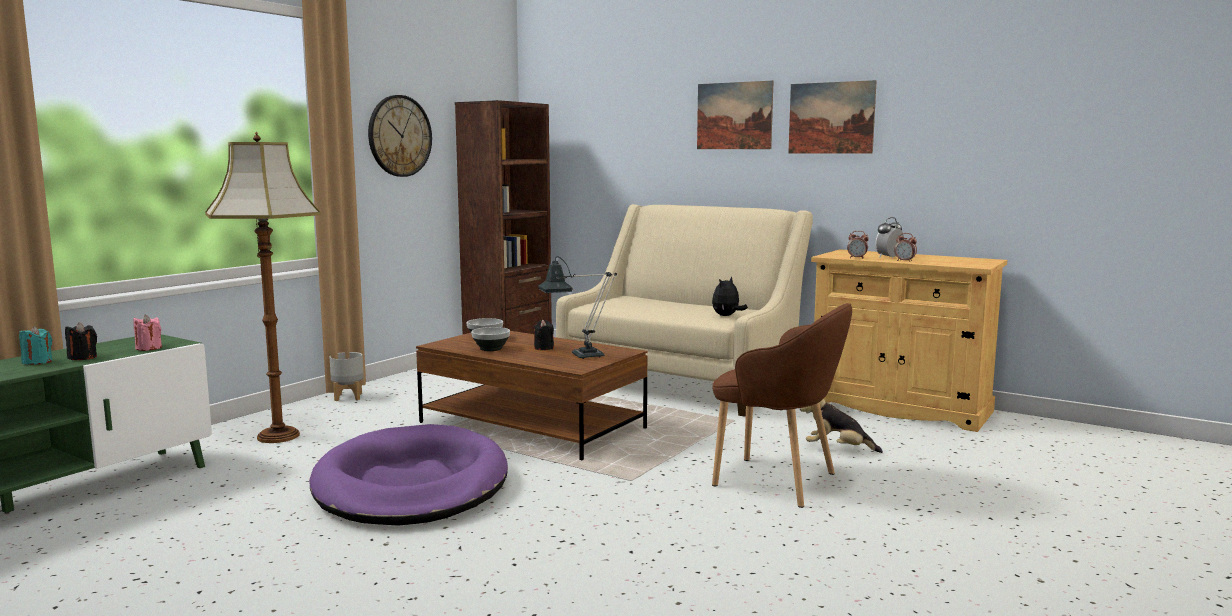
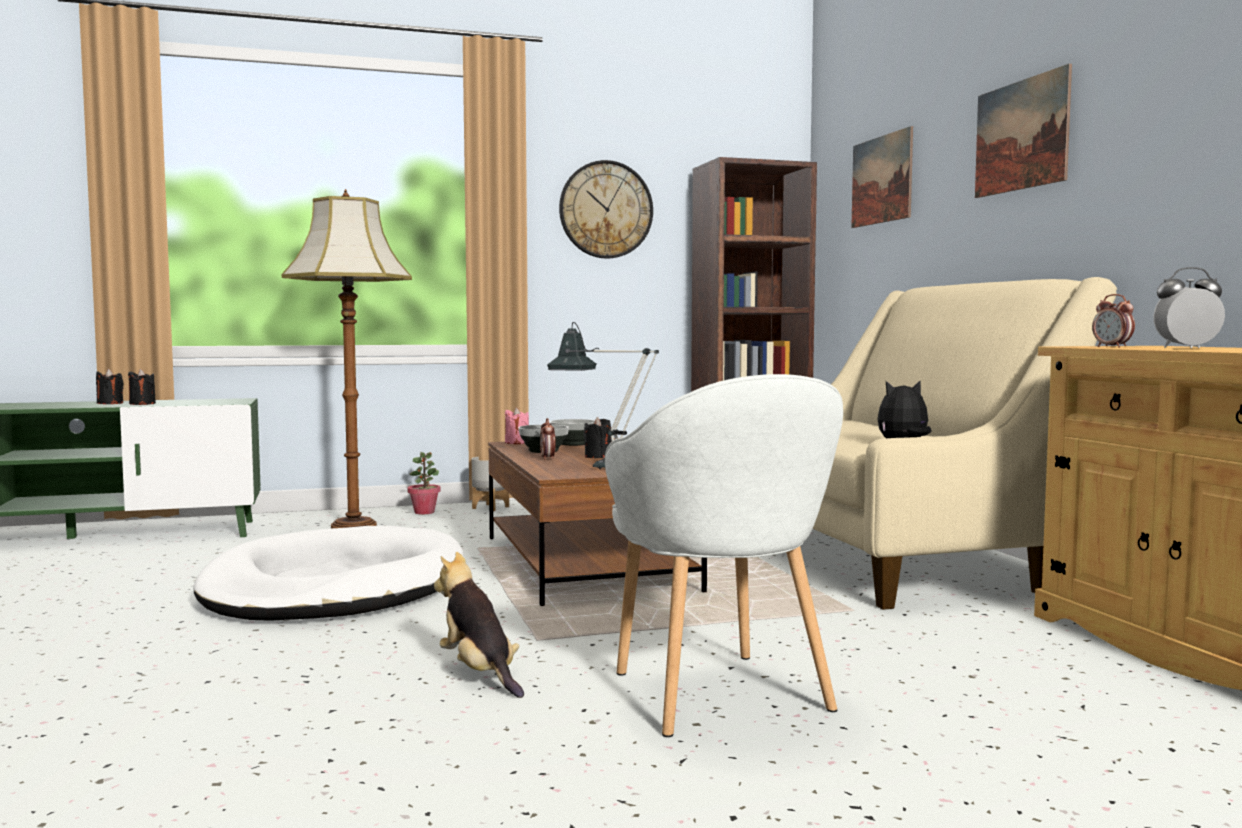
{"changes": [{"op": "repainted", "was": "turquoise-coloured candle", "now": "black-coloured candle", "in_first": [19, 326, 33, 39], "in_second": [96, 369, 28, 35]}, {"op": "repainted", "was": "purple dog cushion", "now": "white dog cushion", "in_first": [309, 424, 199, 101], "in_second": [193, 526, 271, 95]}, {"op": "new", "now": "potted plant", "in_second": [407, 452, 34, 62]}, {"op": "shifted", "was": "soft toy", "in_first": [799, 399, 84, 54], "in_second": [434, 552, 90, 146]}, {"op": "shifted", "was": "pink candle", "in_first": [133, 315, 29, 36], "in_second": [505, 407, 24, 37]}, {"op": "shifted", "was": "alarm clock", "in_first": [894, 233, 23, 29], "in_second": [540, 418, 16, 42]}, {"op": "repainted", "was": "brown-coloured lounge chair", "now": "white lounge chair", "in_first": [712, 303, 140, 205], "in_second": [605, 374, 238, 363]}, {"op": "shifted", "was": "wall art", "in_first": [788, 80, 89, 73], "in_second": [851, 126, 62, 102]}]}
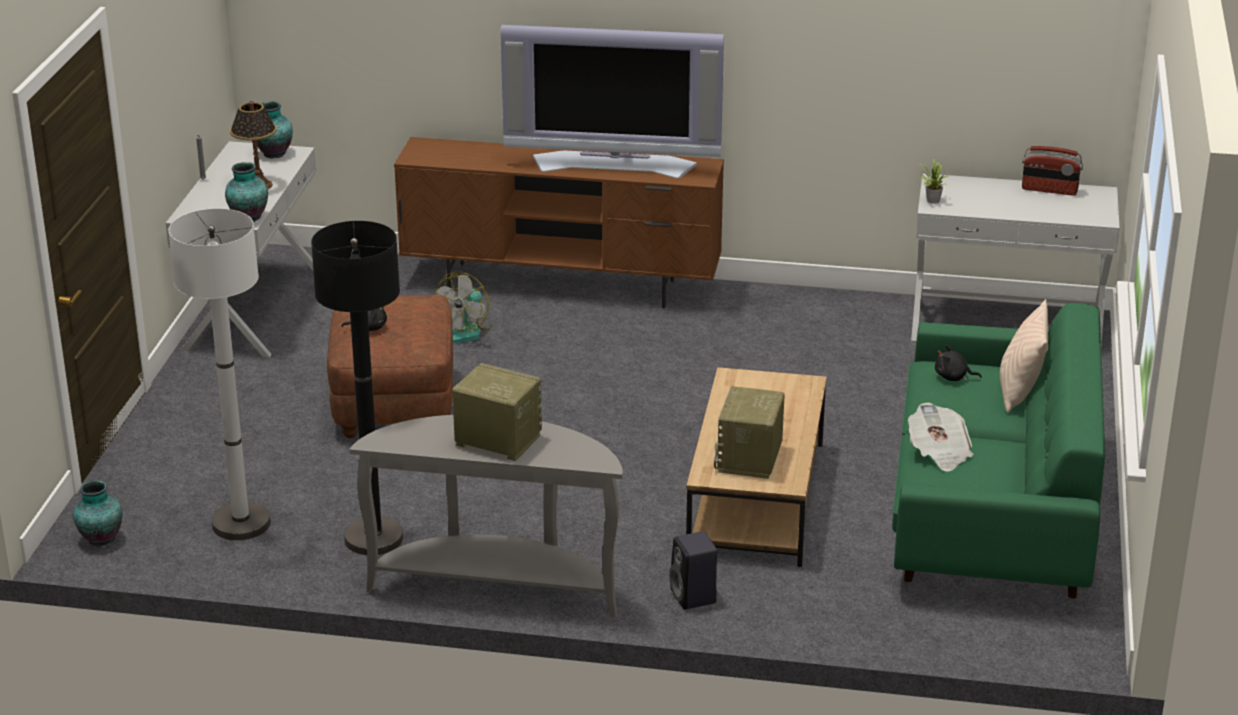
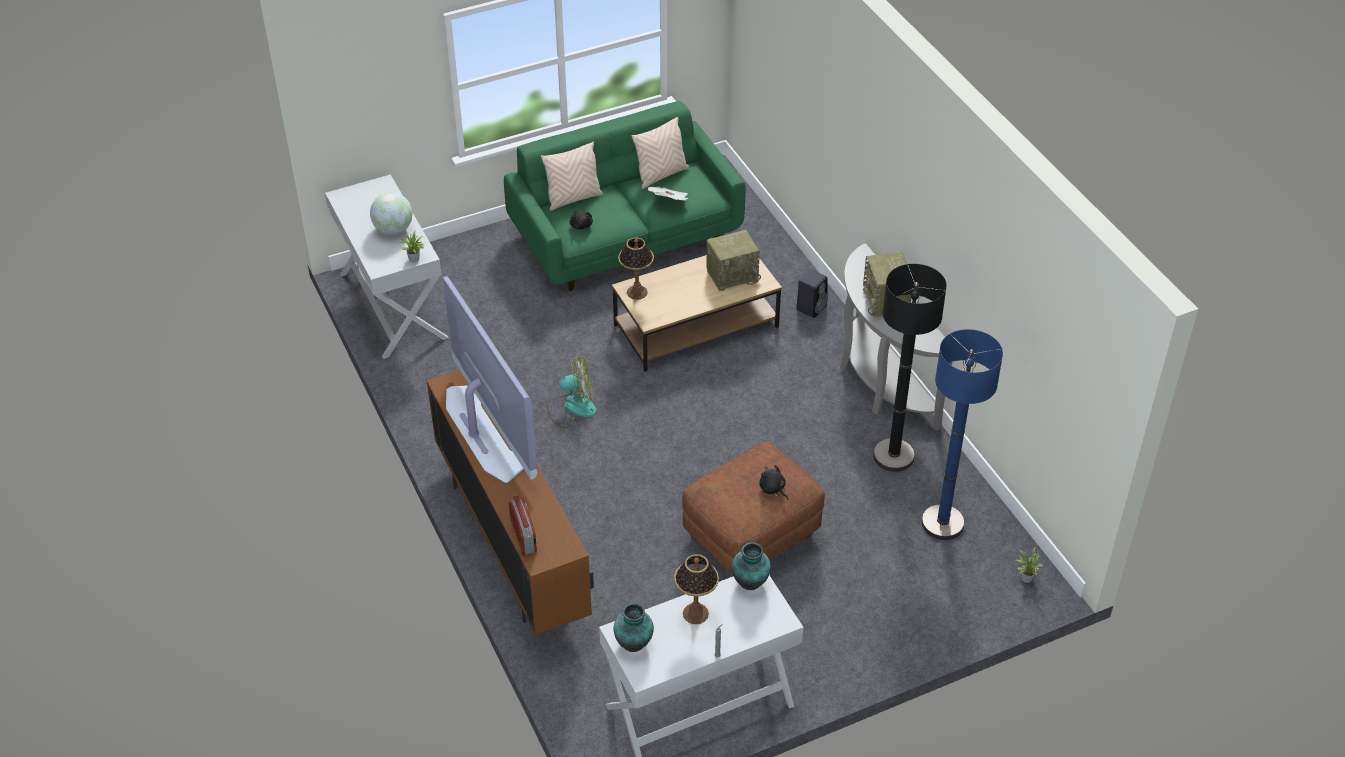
{"changes": [{"op": "new", "now": "desk globe", "in_second": [370, 192, 43, 43]}, {"op": "shifted", "was": "radio receiver", "in_first": [1022, 146, 61, 50], "in_second": [509, 495, 28, 60]}, {"op": "shifted", "was": "electric fan", "in_first": [435, 272, 57, 71], "in_second": [547, 356, 50, 72]}, {"op": "new", "now": "table lamp", "in_second": [618, 237, 36, 63]}, {"op": "new", "now": "sand-coloured throw pillow", "in_second": [632, 117, 57, 72]}, {"op": "repainted", "was": "white standing lamp", "now": "bluish standing lamp", "in_first": [168, 208, 103, 332], "in_second": [921, 329, 82, 211]}, {"op": "swapped", "was": "vase", "now": "potted plant", "in_first": [73, 480, 49, 67], "in_second": [1017, 547, 26, 36]}]}
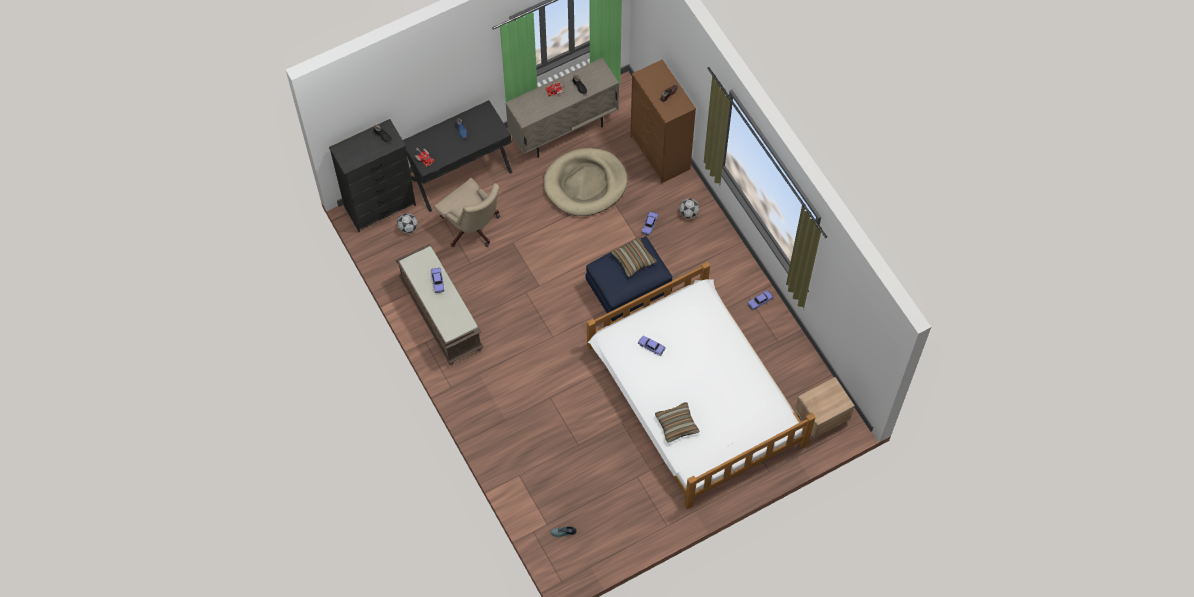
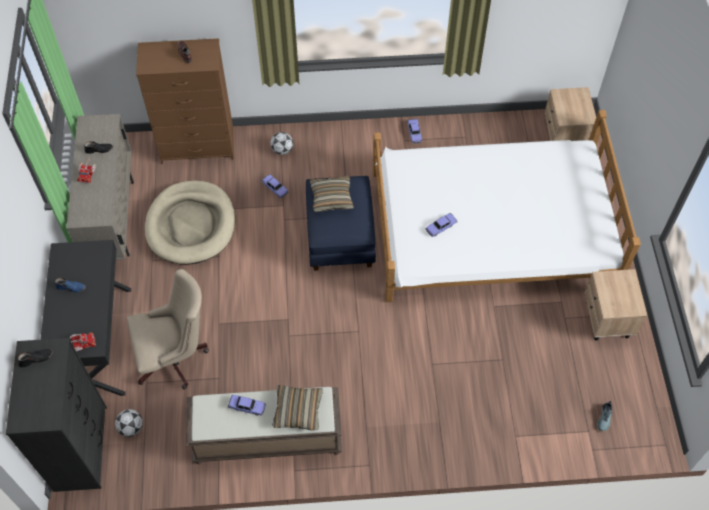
{"changes": [{"op": "shifted", "was": "throw pillow", "in_first": [655, 402, 45, 41], "in_second": [272, 385, 51, 45]}, {"op": "new", "now": "sand-coloured nightstand", "in_second": [584, 269, 63, 71]}]}
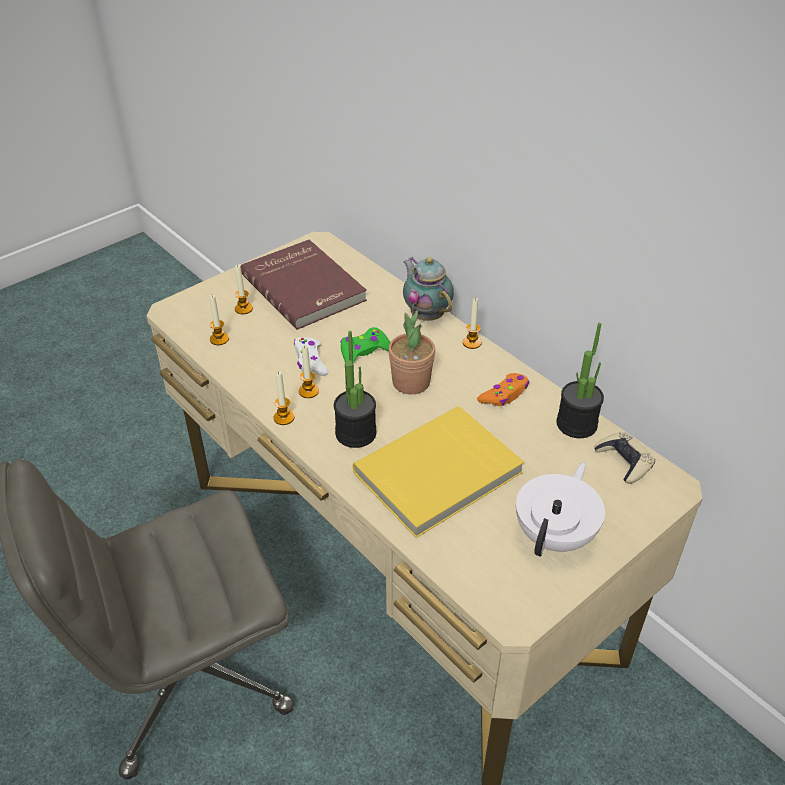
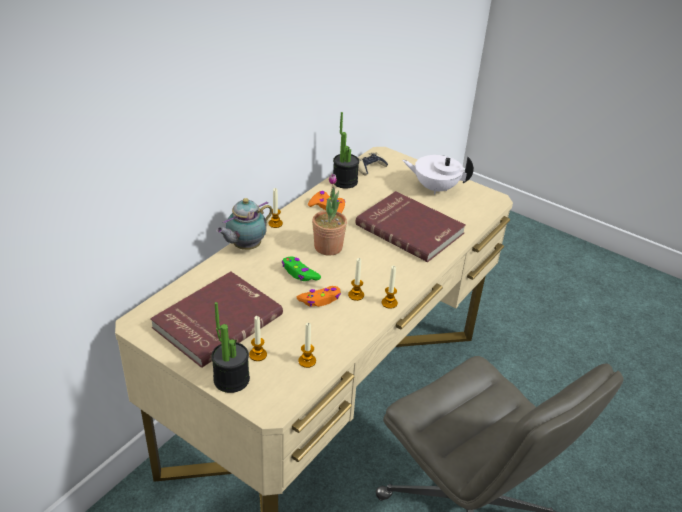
{"changes": [{"op": "shifted", "was": "potted plant", "in_first": [334, 331, 43, 117], "in_second": [211, 302, 39, 91]}, {"op": "repainted", "was": "white game controller", "now": "orange game controller", "in_first": [294, 337, 34, 39], "in_second": [297, 286, 44, 21]}, {"op": "repainted", "was": "yellow book", "now": "red book", "in_first": [353, 406, 171, 132], "in_second": [355, 191, 111, 71]}]}
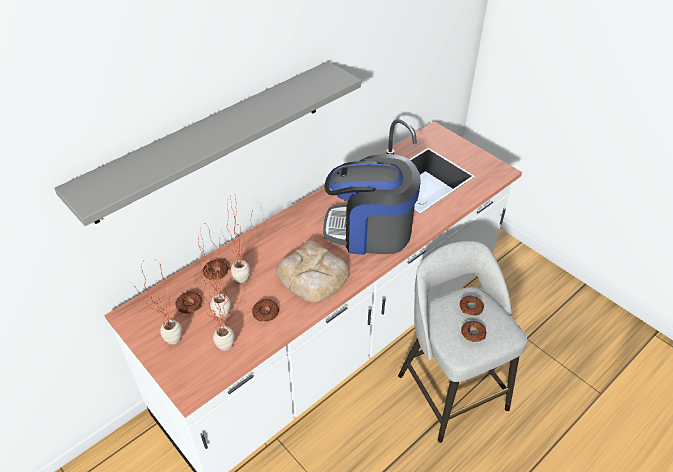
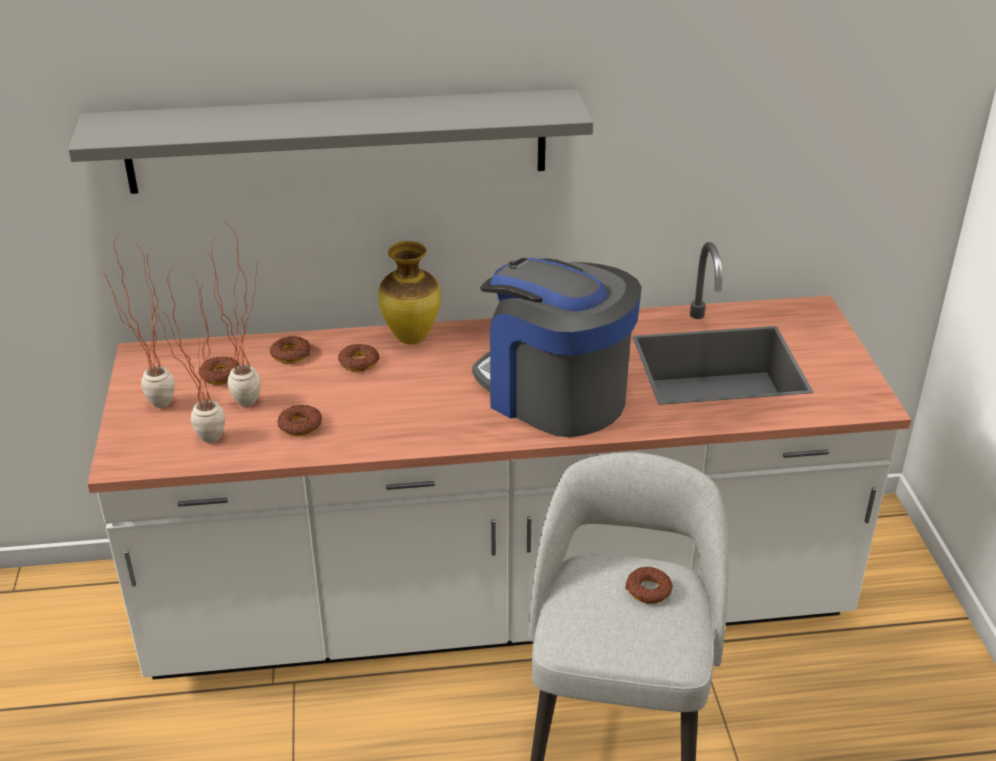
{"changes": [{"op": "shifted", "was": "doughnut", "in_first": [461, 321, 25, 21], "in_second": [338, 344, 42, 28]}, {"op": "new", "now": "vase", "in_second": [378, 241, 63, 103]}, {"op": "gone", "was": "potted plant", "in_first": [221, 193, 31, 90]}, {"op": "gone", "was": "bakery bread", "in_first": [276, 240, 74, 63]}]}
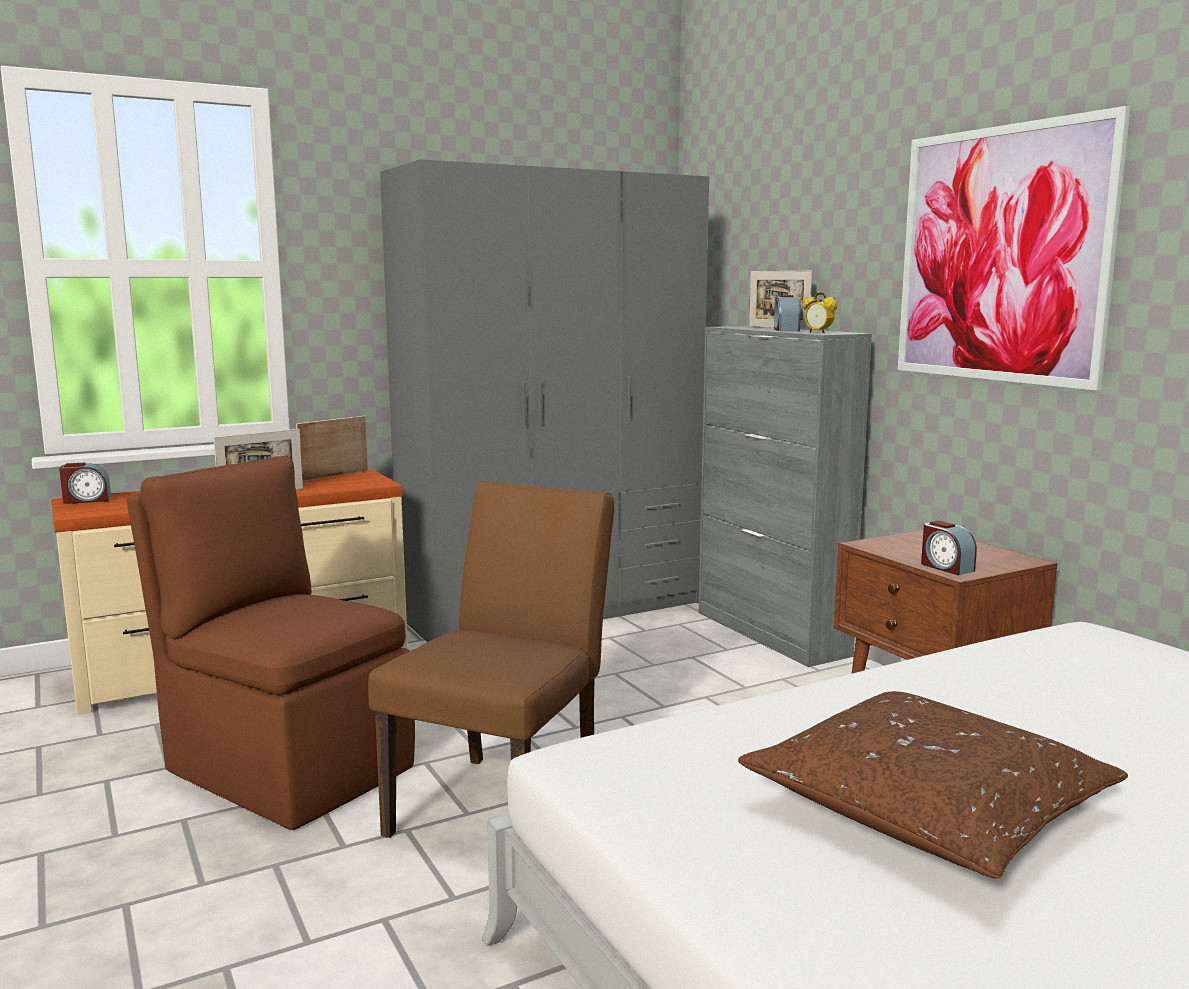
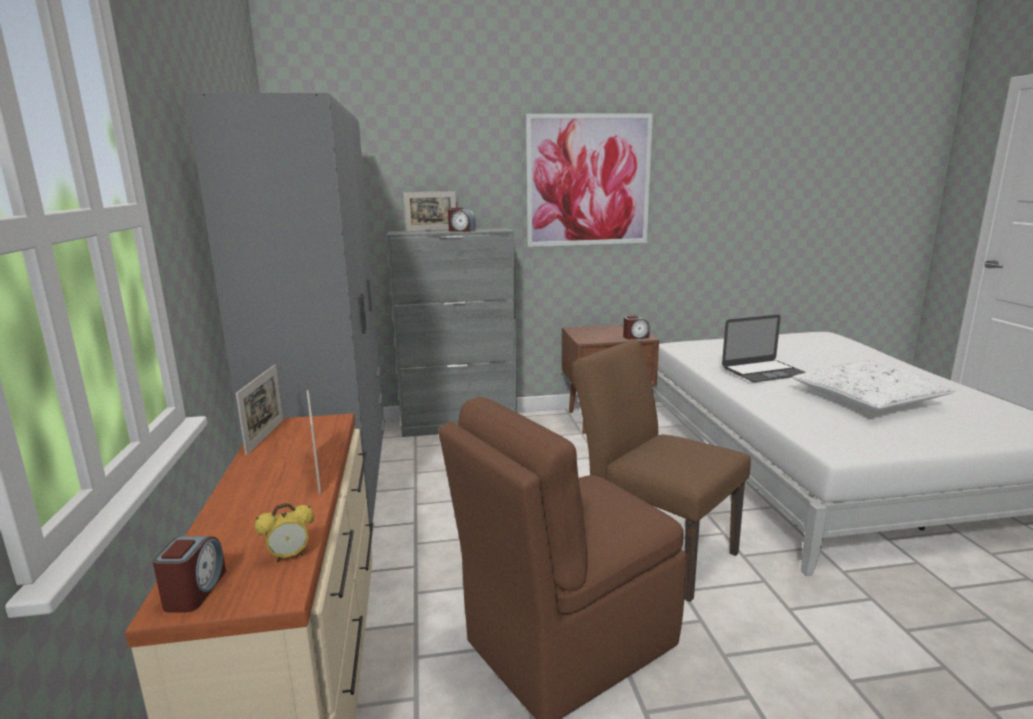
{"changes": [{"op": "rotated", "was": "picture frame", "in_first": [296, 416, 72, 65], "in_second": [236, 364, 47, 91], "clockwise": -150}, {"op": "shifted", "was": "alarm clock", "in_first": [803, 292, 34, 41], "in_second": [254, 503, 60, 59]}, {"op": "new", "now": "portable computer", "in_second": [722, 315, 84, 67]}, {"op": "repainted", "was": "brown-coloured throw pillow", "now": "white throw pillow", "in_first": [738, 691, 390, 188], "in_second": [792, 361, 163, 50]}]}
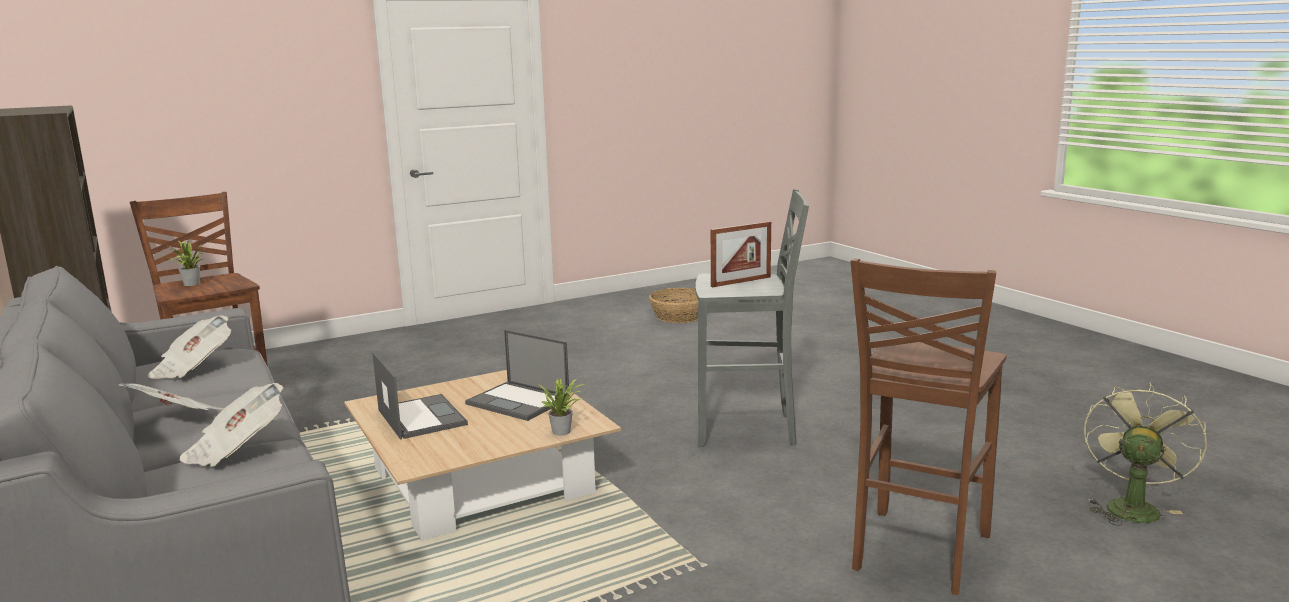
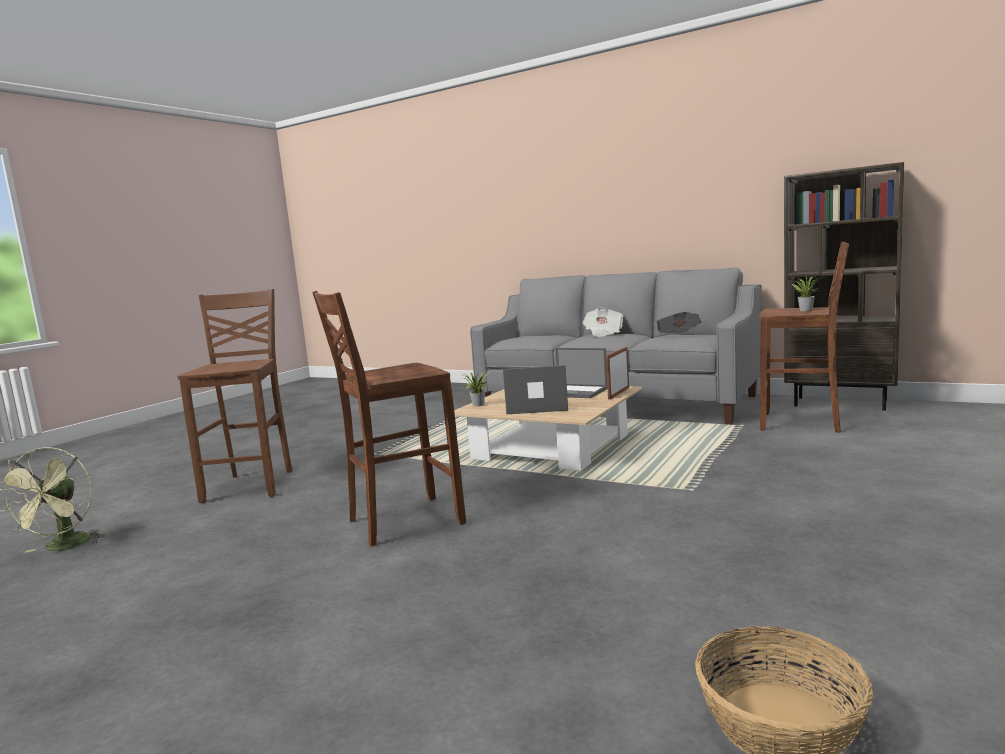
{"changes": [{"op": "repainted", "was": "greyish stool seat", "now": "brown-coloured stool seat", "in_first": [695, 189, 114, 258], "in_second": [312, 291, 154, 255]}, {"op": "shifted", "was": "picture frame", "in_first": [711, 221, 60, 66], "in_second": [606, 347, 23, 52]}, {"op": "gone", "was": "daily paper", "in_first": [180, 383, 104, 84]}]}
